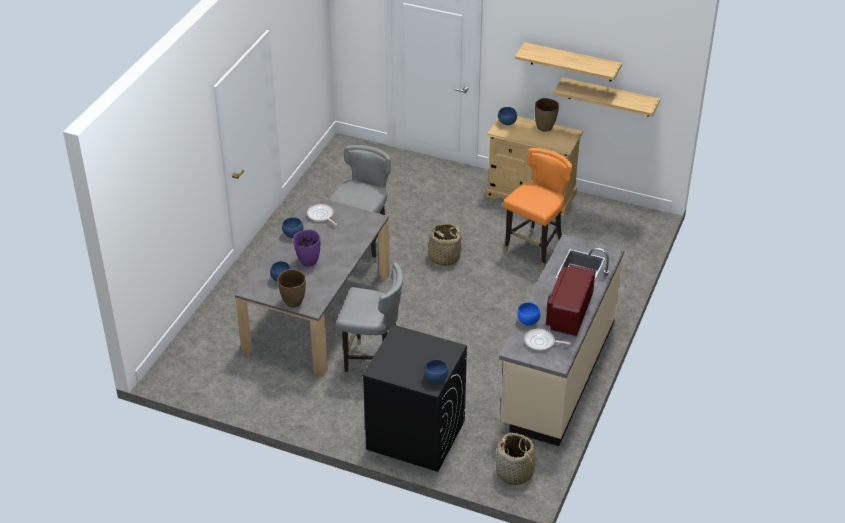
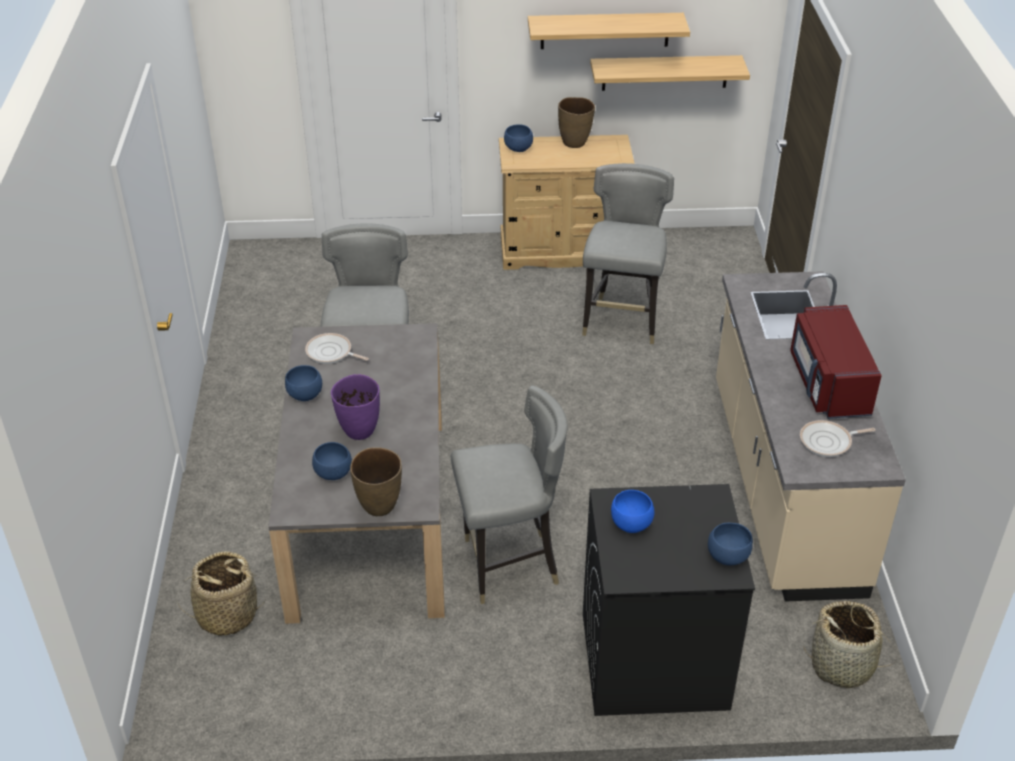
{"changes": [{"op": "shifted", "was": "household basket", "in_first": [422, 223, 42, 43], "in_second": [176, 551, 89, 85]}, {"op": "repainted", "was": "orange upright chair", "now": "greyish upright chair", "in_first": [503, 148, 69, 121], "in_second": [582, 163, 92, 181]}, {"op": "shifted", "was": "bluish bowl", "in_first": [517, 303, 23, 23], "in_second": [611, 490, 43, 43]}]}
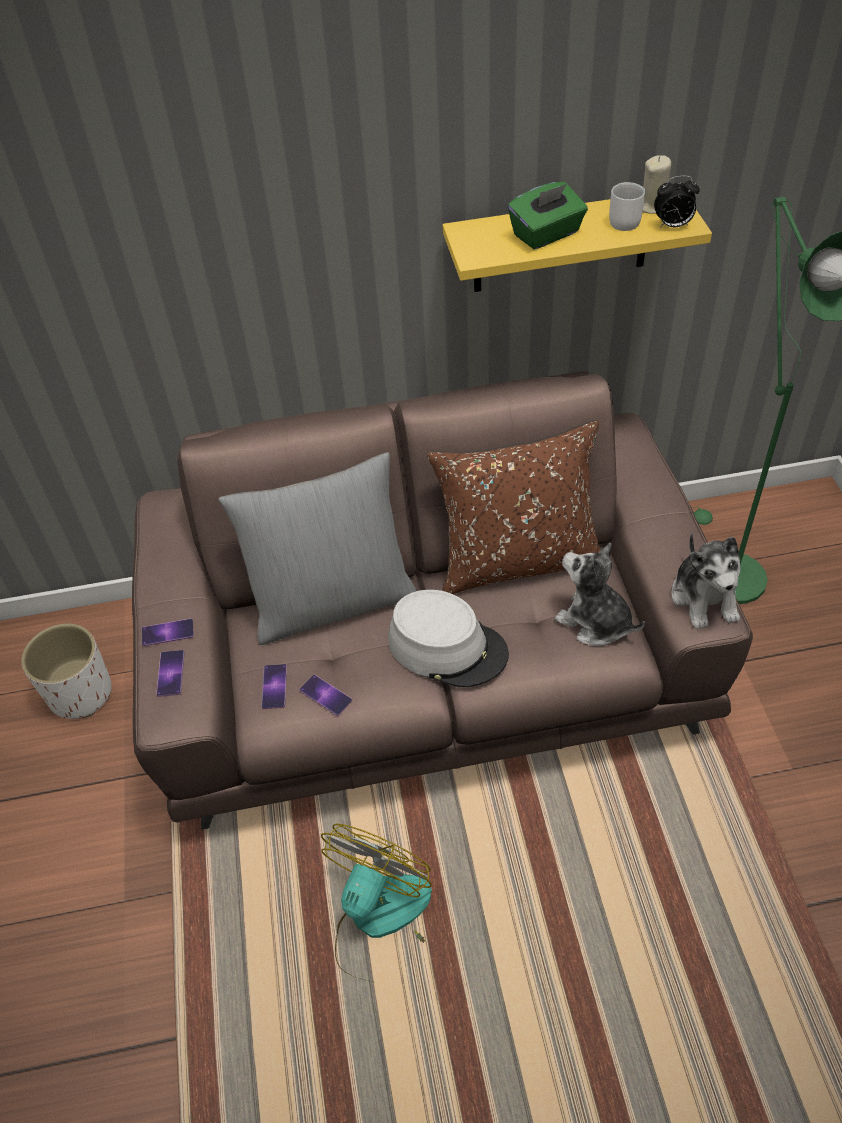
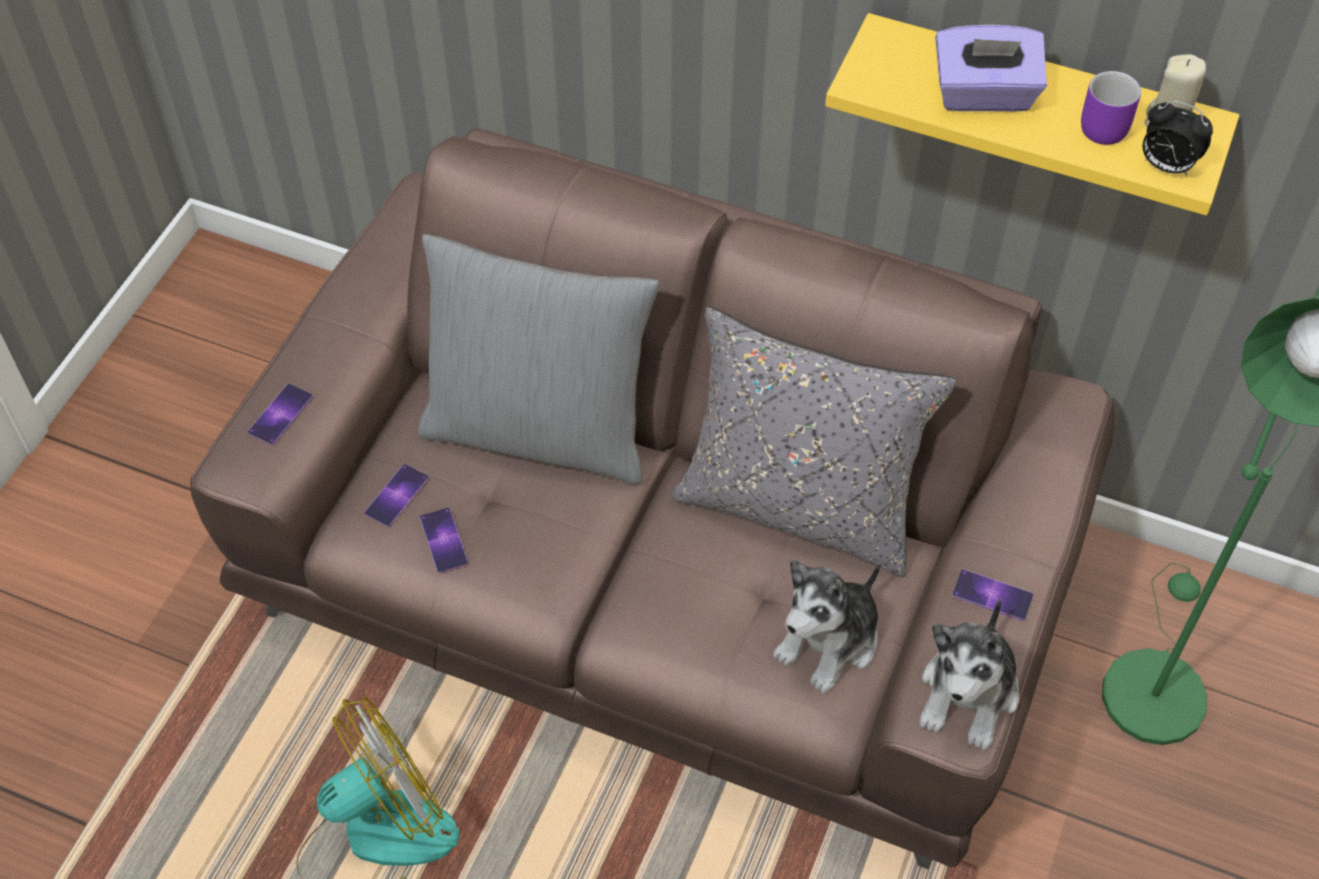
{"changes": [{"op": "repainted", "was": "brown-coloured throw pillow", "now": "greyish throw pillow", "in_first": [427, 420, 174, 174], "in_second": [672, 307, 285, 270]}, {"op": "rotated", "was": "soft toy", "in_first": [555, 542, 90, 104], "in_second": [773, 559, 108, 135], "clockwise": -120}, {"op": "repainted", "was": "green-coloured tissue holder", "now": "purple tissue holder", "in_first": [508, 182, 80, 67], "in_second": [935, 25, 112, 87]}, {"op": "shifted", "was": "handset", "in_first": [142, 618, 52, 28], "in_second": [952, 569, 81, 52]}, {"op": "repainted", "was": "white tea mug", "now": "purple tea mug", "in_first": [609, 182, 36, 49], "in_second": [1081, 71, 60, 74]}, {"op": "gone", "was": "white planter", "in_first": [21, 623, 91, 96]}, {"op": "gone", "was": "greyish clothing hat", "in_first": [388, 590, 121, 97]}]}
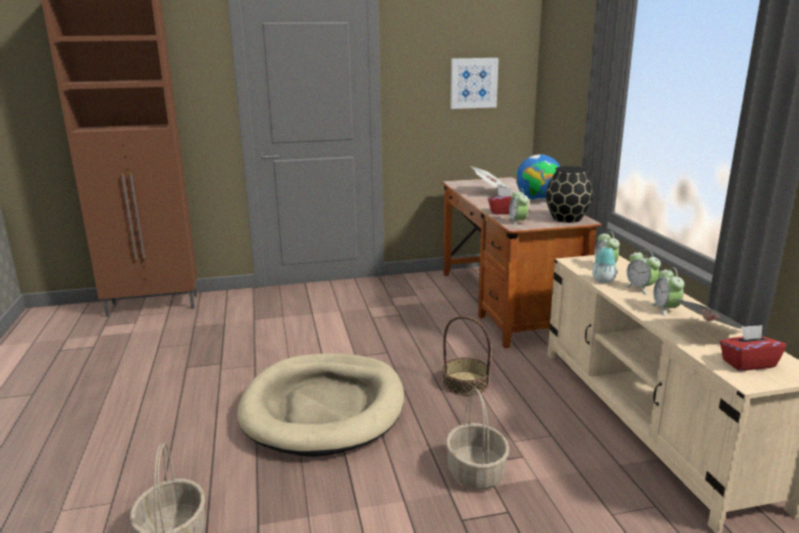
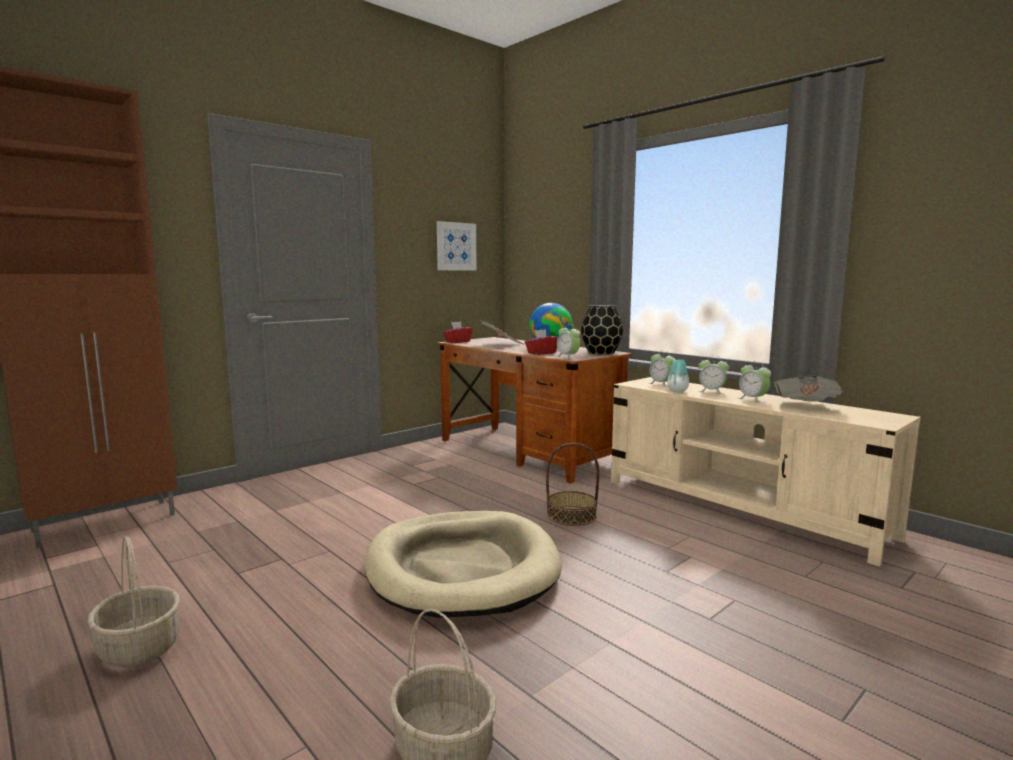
{"changes": [{"op": "shifted", "was": "household basket", "in_first": [446, 389, 63, 101], "in_second": [87, 536, 93, 131]}, {"op": "shifted", "was": "red tissue holder", "in_first": [720, 325, 66, 46], "in_second": [443, 322, 30, 21]}]}
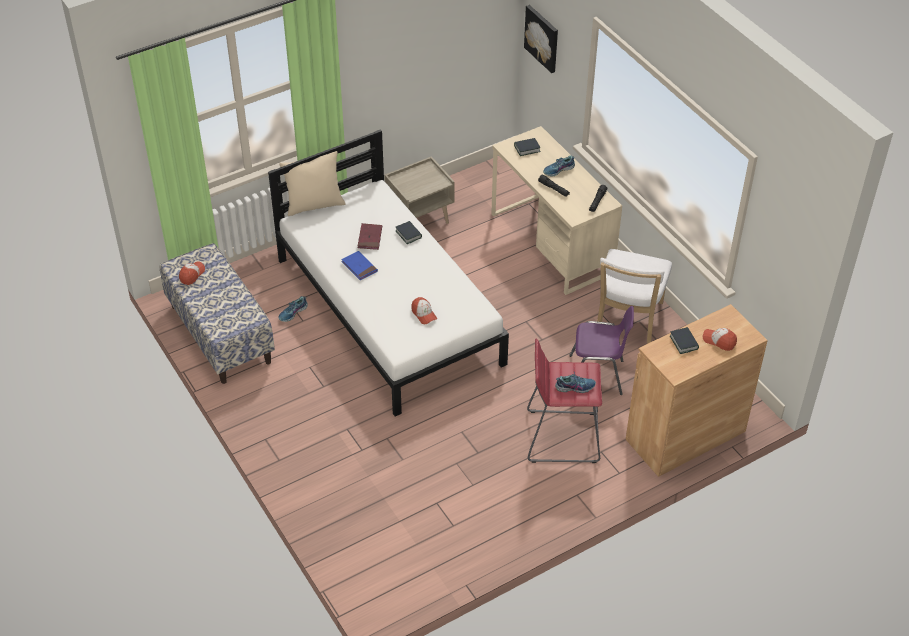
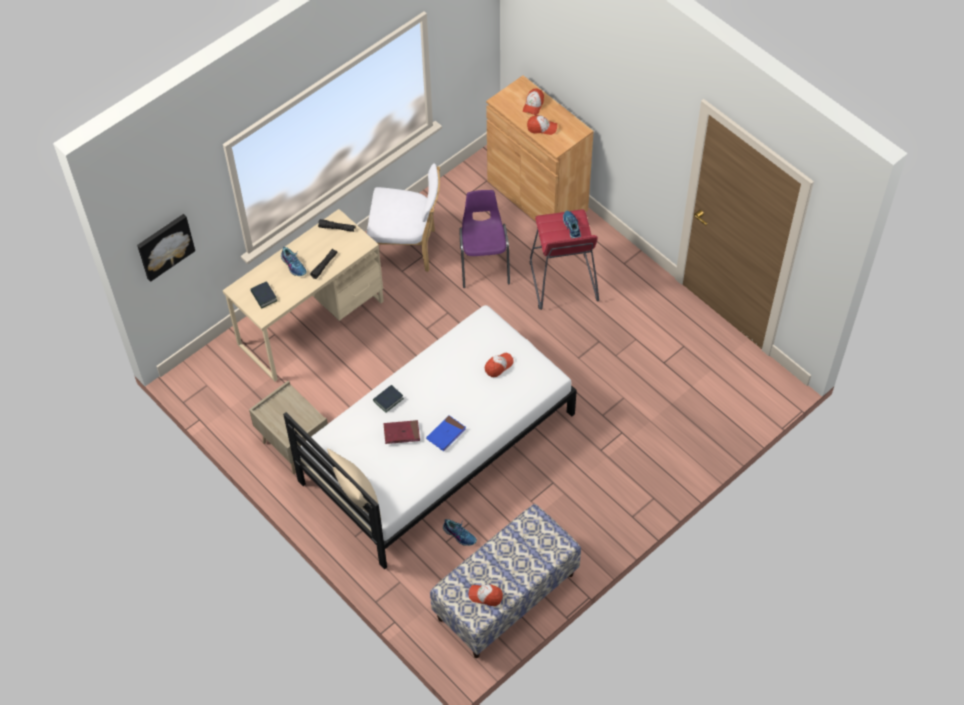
{"changes": [{"op": "swapped", "was": "book", "now": "baseball cap", "in_first": [670, 327, 29, 27], "in_second": [527, 115, 30, 20]}]}
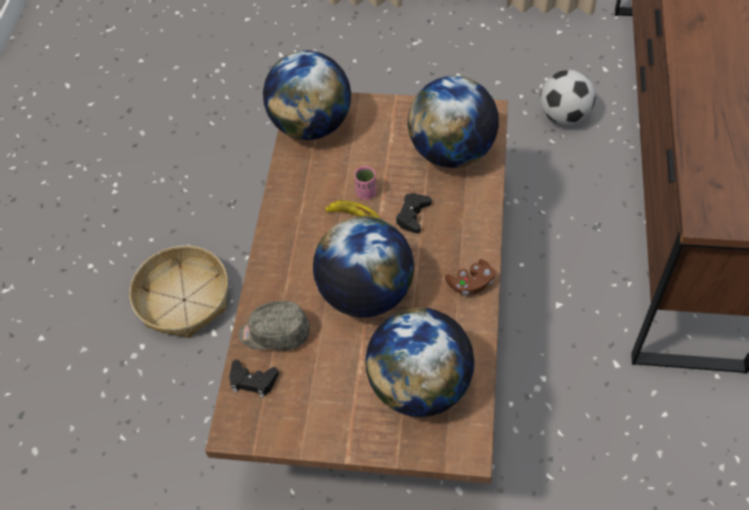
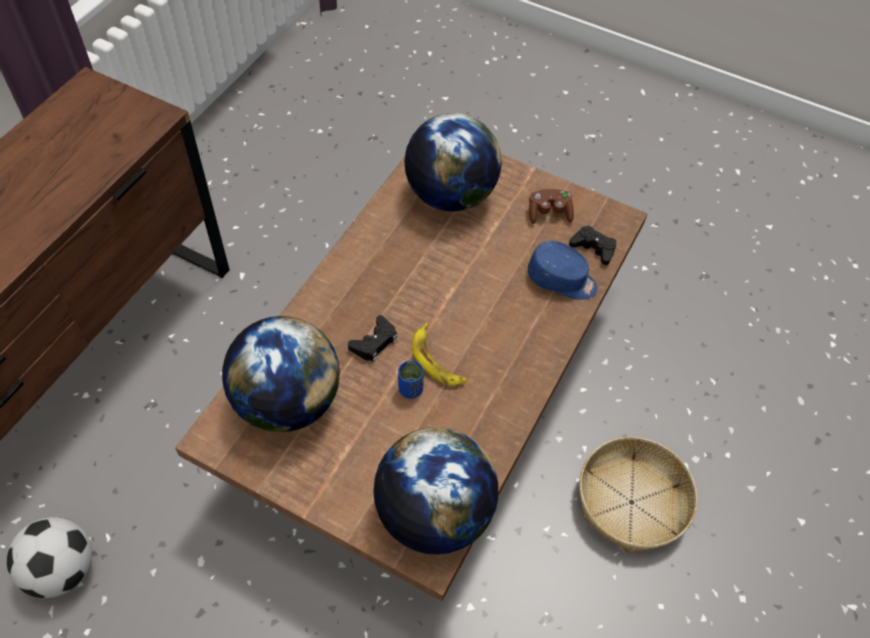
{"changes": [{"op": "repainted", "was": "pink drinking cup", "now": "bluish drinking cup", "in_first": [354, 166, 22, 34], "in_second": [398, 360, 26, 39]}, {"op": "repainted", "was": "greyish baseball cap", "now": "bluish baseball cap", "in_first": [238, 301, 72, 50], "in_second": [528, 241, 70, 59]}, {"op": "shifted", "was": "brown-coloured game controller", "in_first": [445, 259, 50, 36], "in_second": [529, 189, 45, 35]}, {"op": "gone", "was": "desk globe", "in_first": [313, 216, 101, 101]}]}
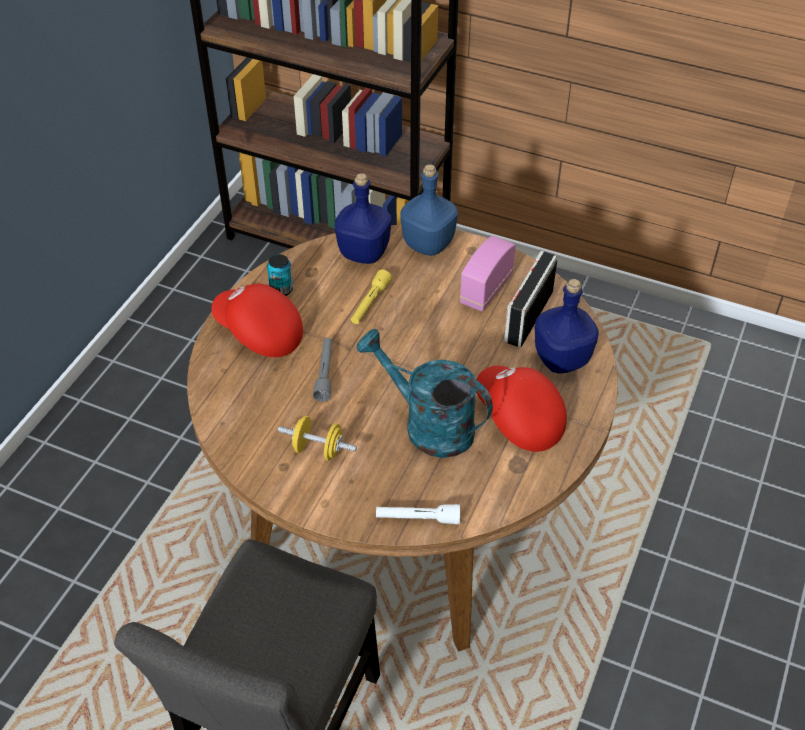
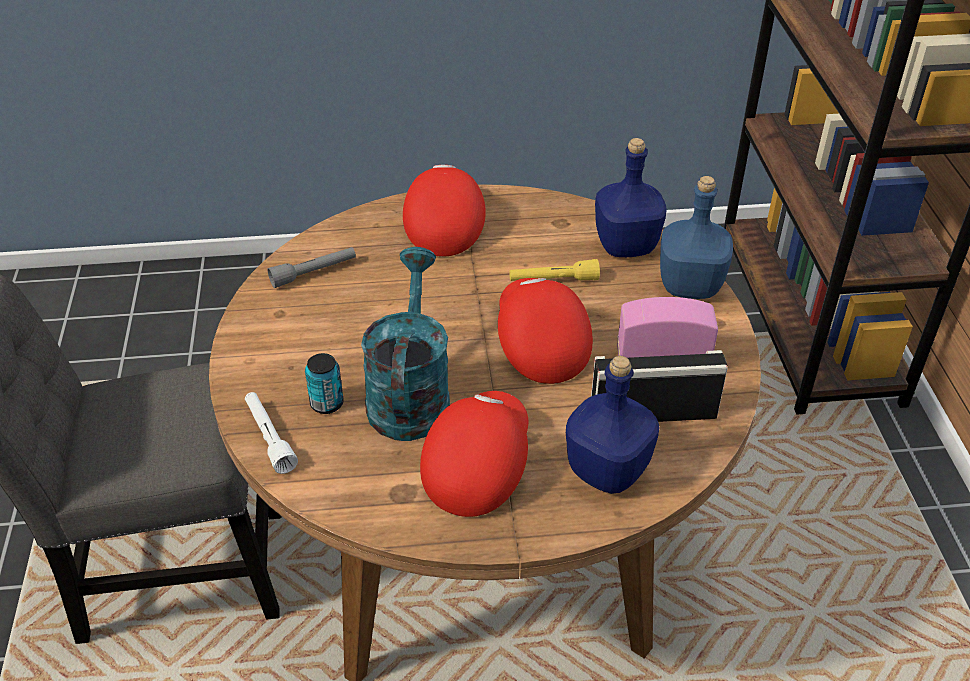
{"changes": [{"op": "shifted", "was": "greyish flashlight", "in_first": [313, 338, 19, 64], "in_second": [267, 247, 89, 41]}, {"op": "shifted", "was": "metal can", "in_first": [267, 254, 26, 42], "in_second": [305, 353, 39, 61]}, {"op": "new", "now": "red baseball cap", "in_second": [498, 278, 95, 106]}, {"op": "gone", "was": "yellow hand weight", "in_first": [278, 416, 79, 45]}]}
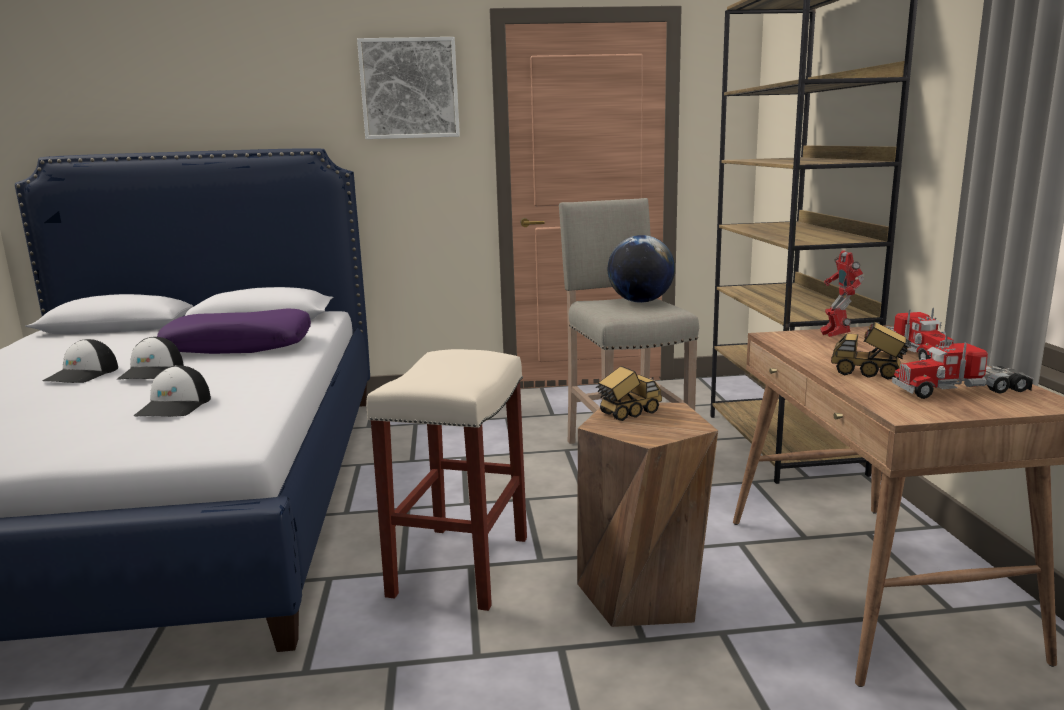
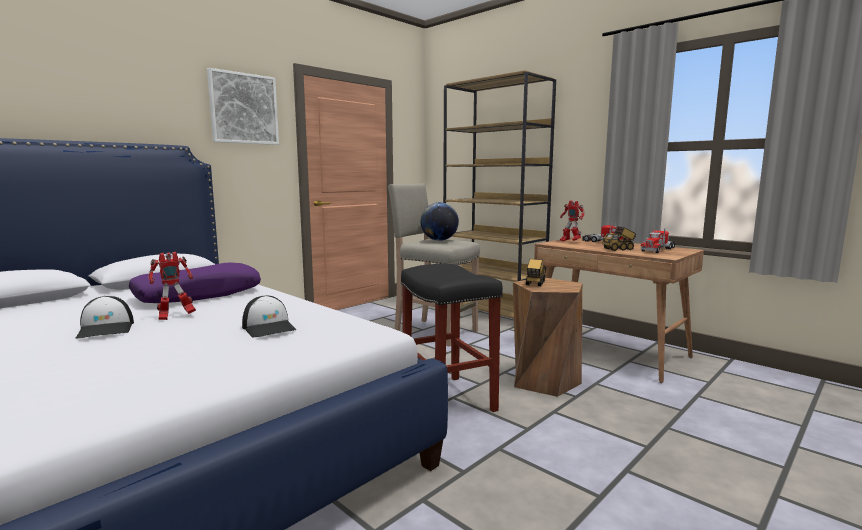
{"changes": [{"op": "swapped", "was": "baseball cap", "now": "model robot", "in_first": [117, 337, 67, 43], "in_second": [148, 252, 48, 68]}, {"op": "repainted", "was": "sand-coloured stool seat", "now": "black-coloured stool seat", "in_first": [366, 349, 161, 262], "in_second": [401, 264, 102, 148]}]}
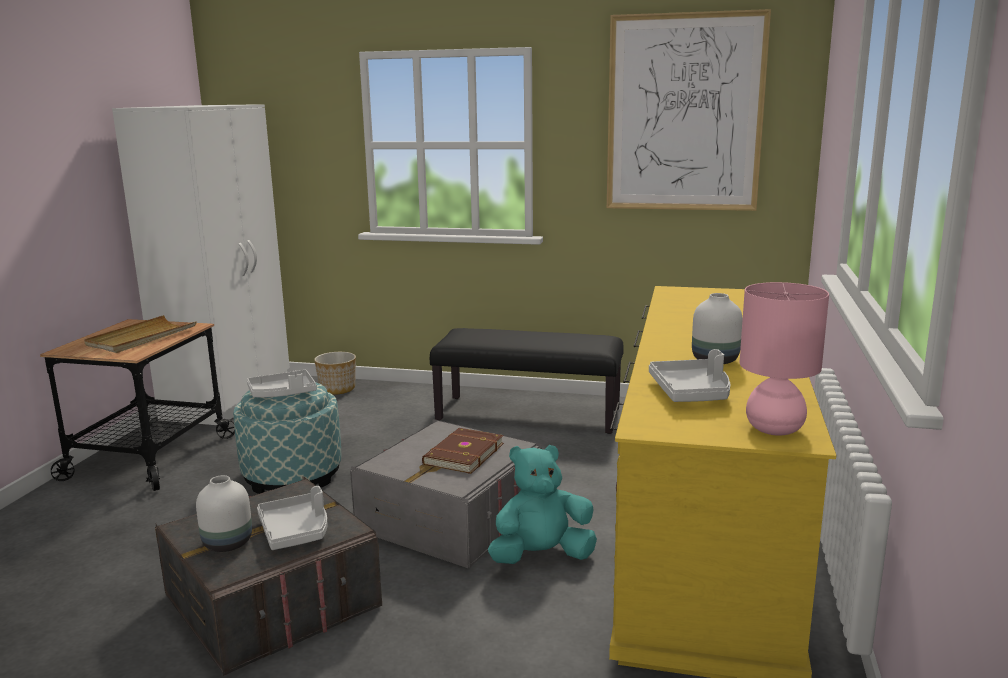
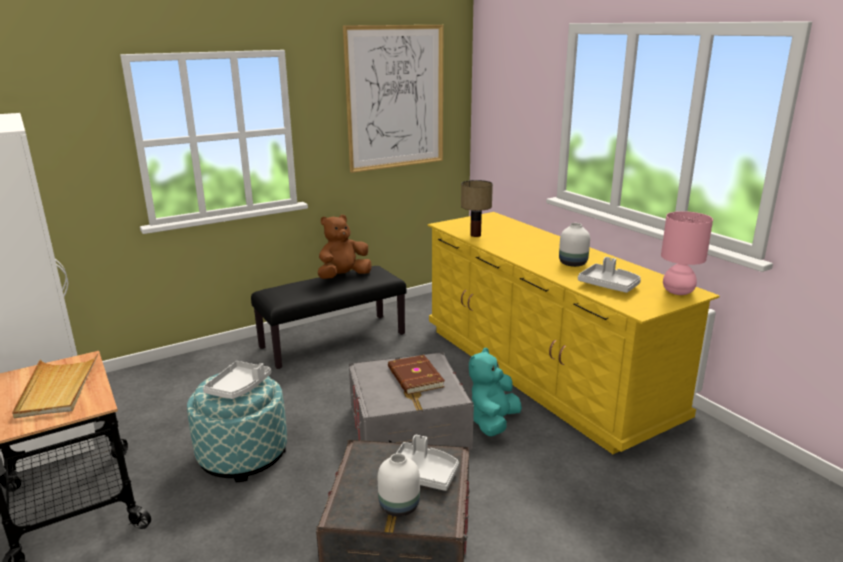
{"changes": [{"op": "new", "now": "brown-coloured soft toy", "in_second": [318, 215, 54, 64]}, {"op": "new", "now": "table lamp", "in_second": [461, 180, 32, 57]}, {"op": "gone", "was": "planter", "in_first": [314, 352, 42, 43]}]}
